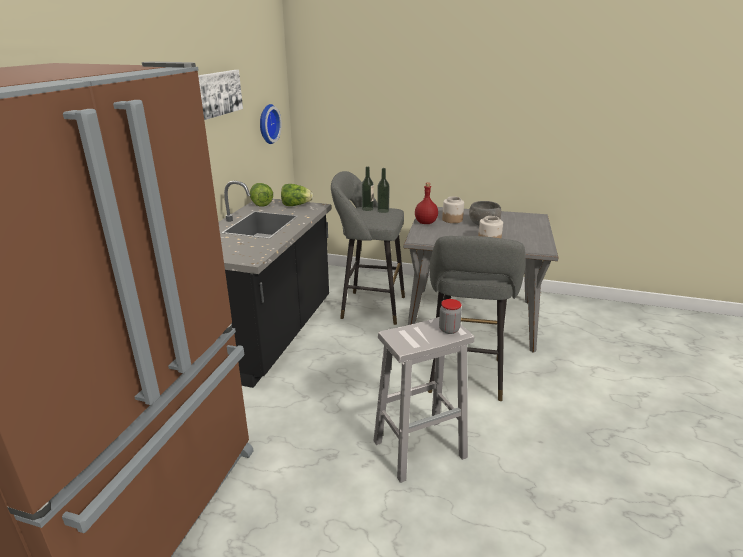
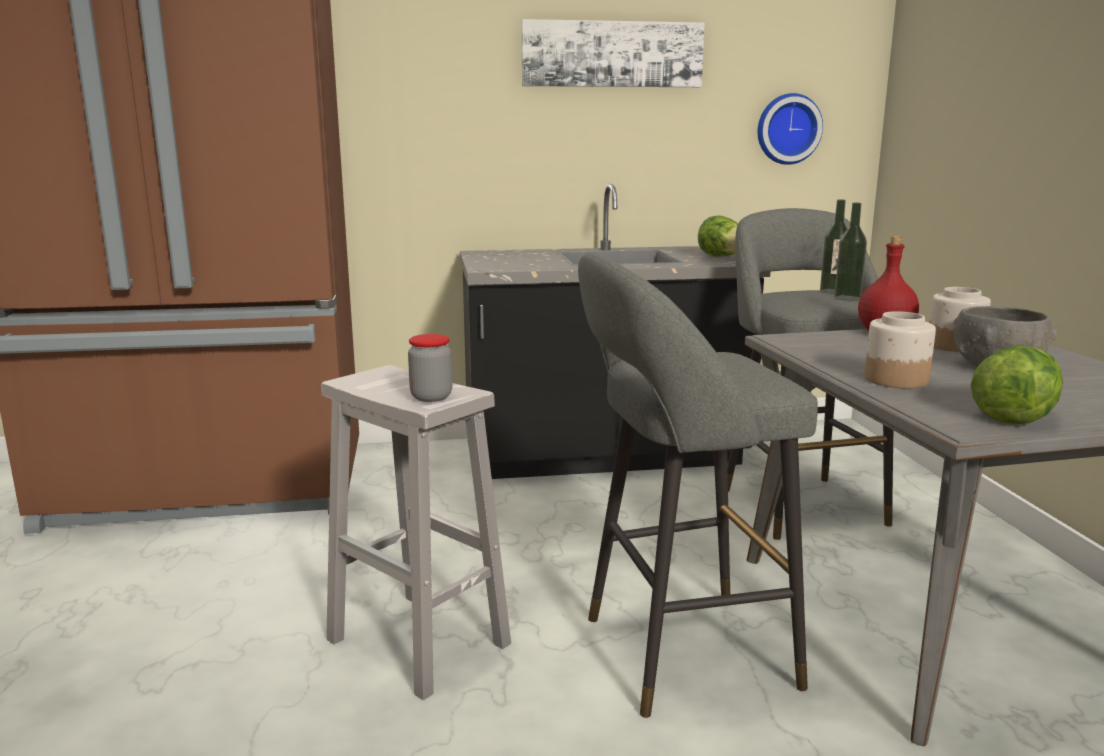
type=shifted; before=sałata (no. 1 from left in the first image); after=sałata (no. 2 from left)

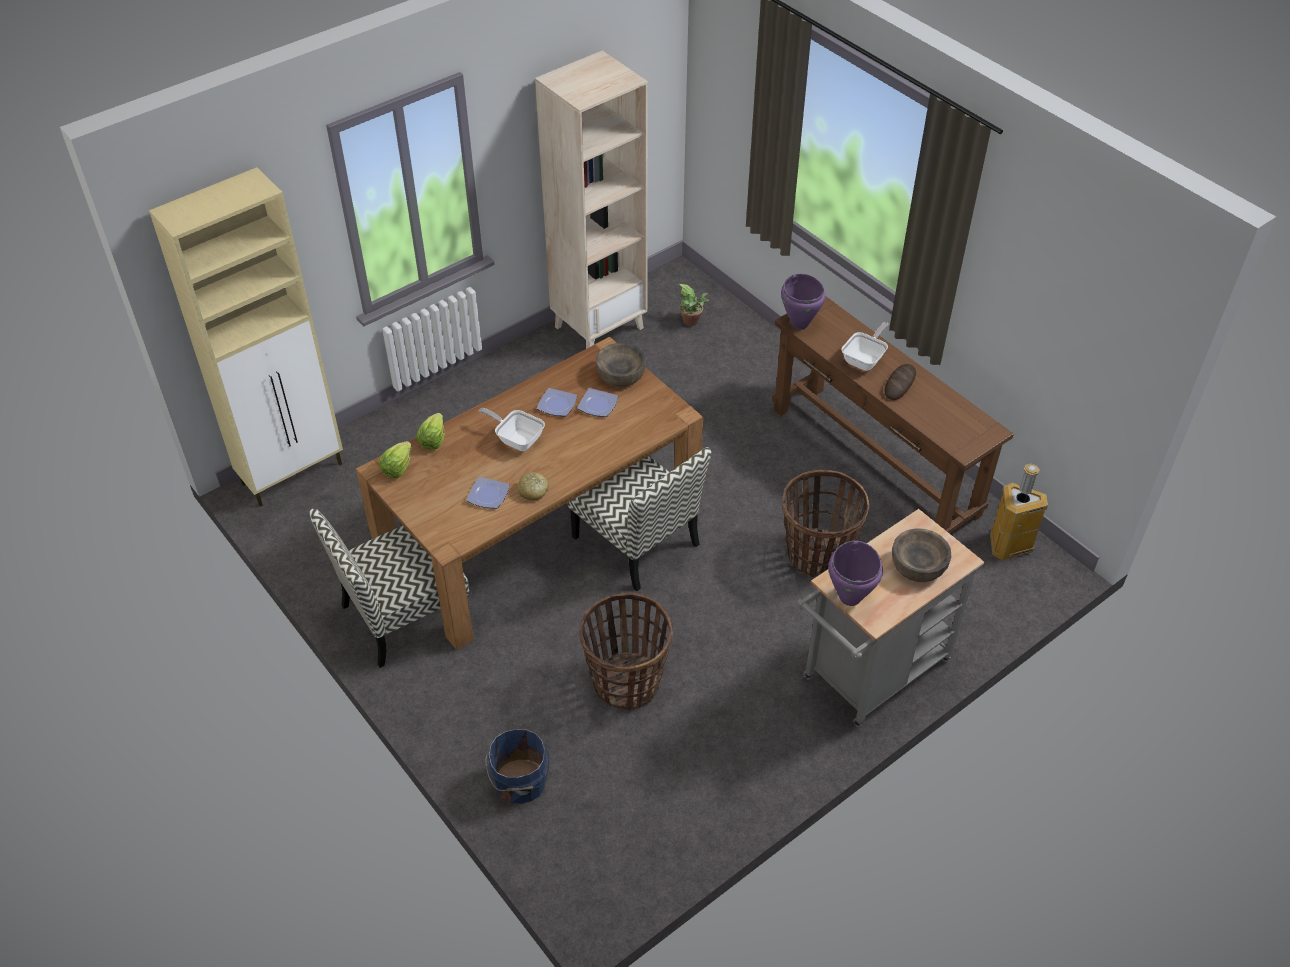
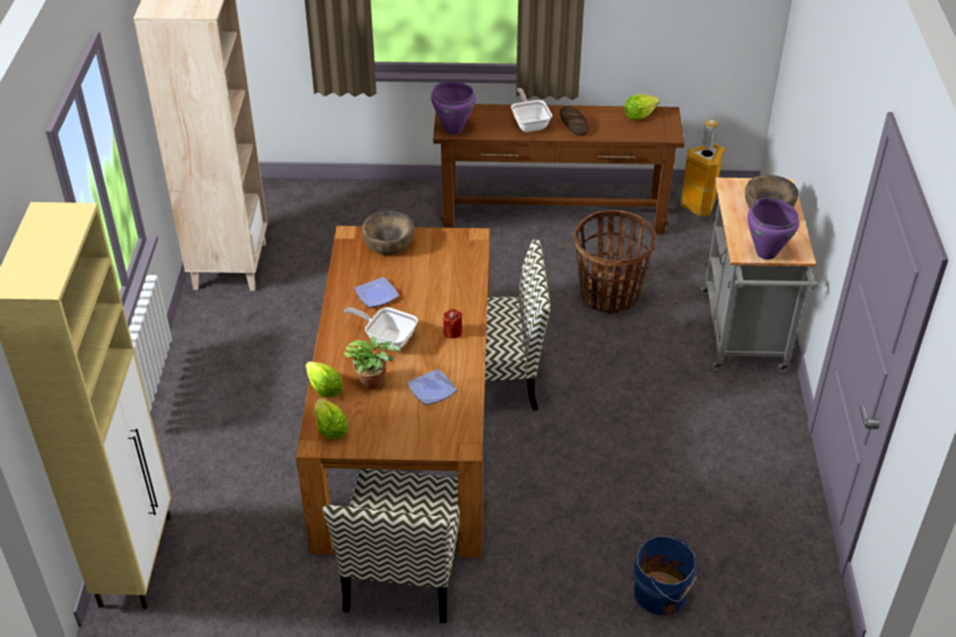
type=rotated; before=patelnia (no. 1 from left); turn=45
type=shifted; before=roślina doniczkowa
type=new; after=świeca [czerwony]
type=new; after=sałata (no. 3 from left)
type=gone; before=chleb (no. 1 from left)
type=gone; before=talerz (no. 3 from left)
type=gone; before=koszyk (no. 1 from left)

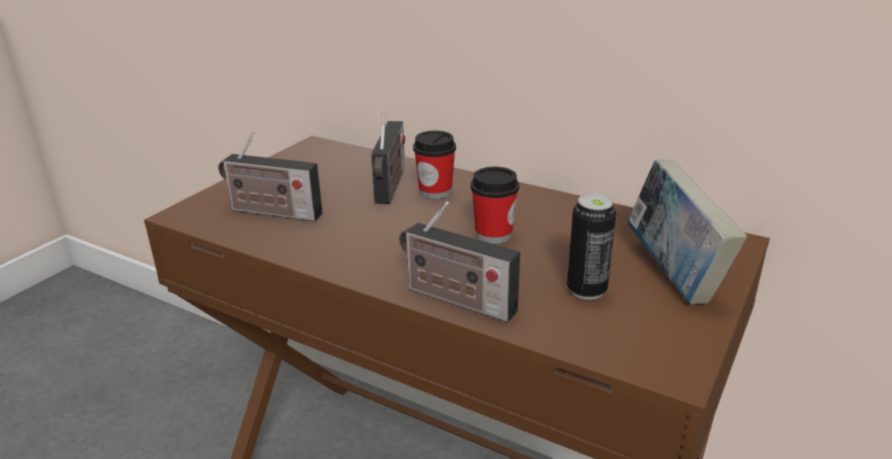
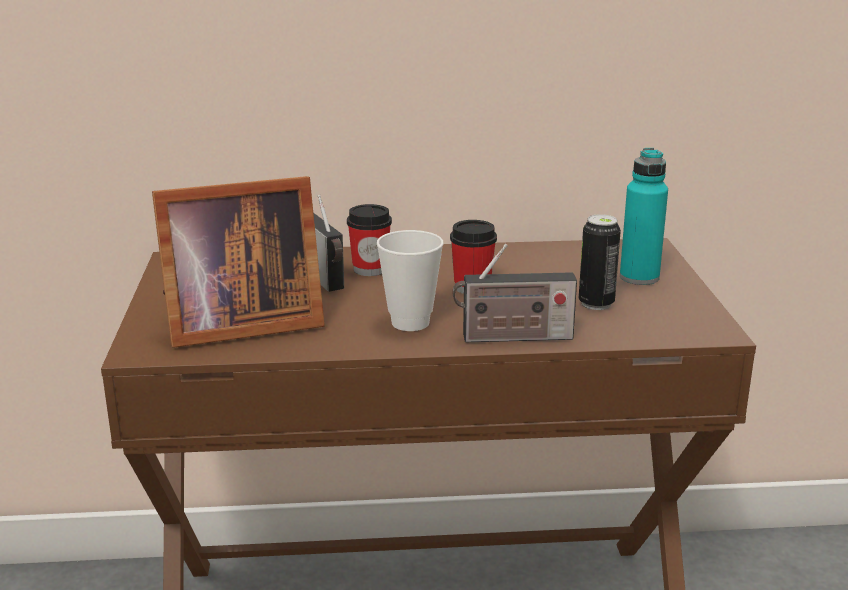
type=swapped; before=radio (no. 1 from left); after=ramka na zdjęcie
type=new; after=filiżanka (no. 2 from left)
type=swapped; before=książka; after=butelka [turkusowy]

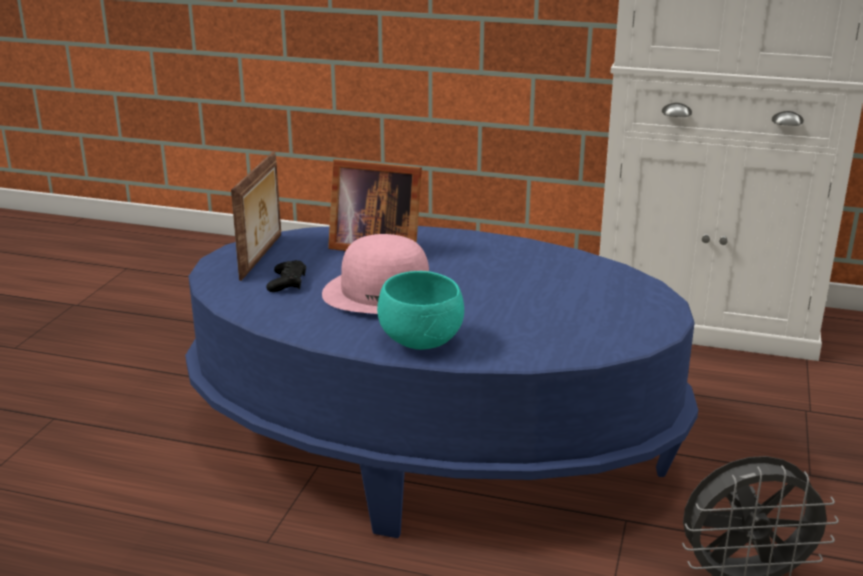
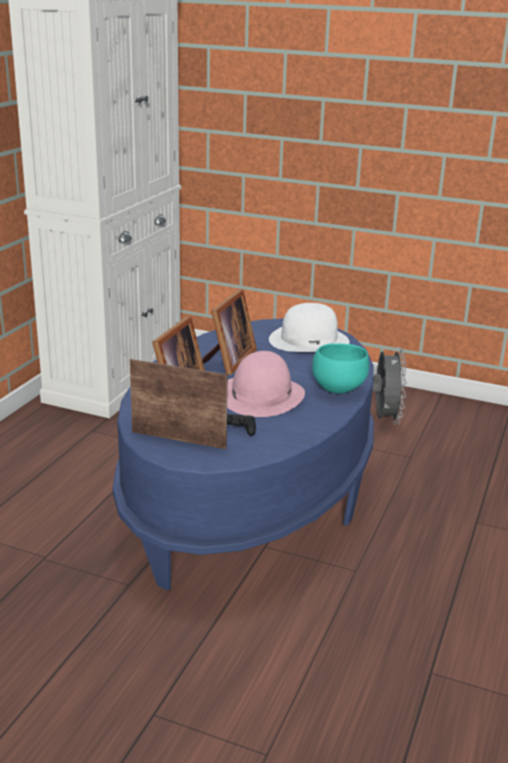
type=new; after=ramka na zdjęcie (no. 3 from left)
type=new; after=kapelusz [biały]

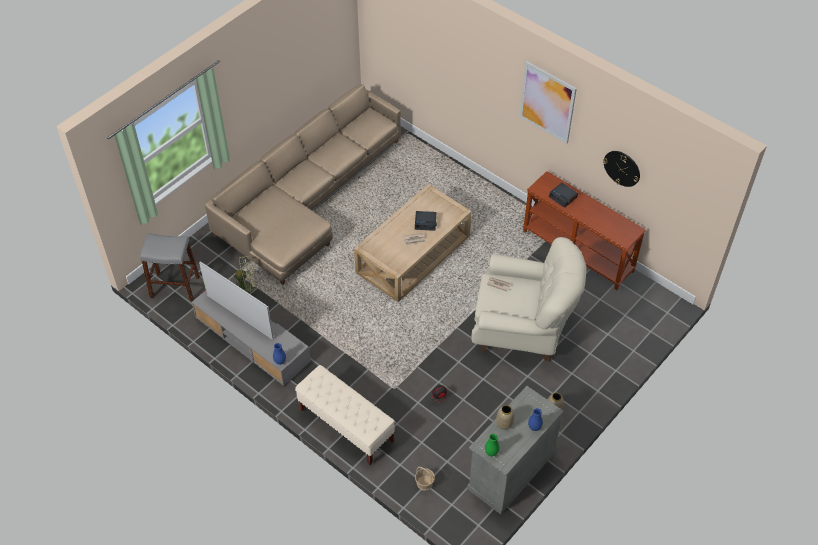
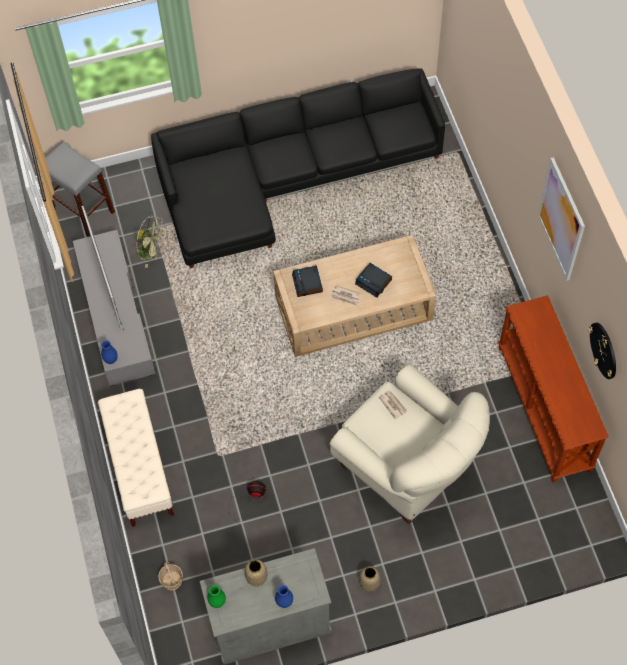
type=repainted; before=kanapa [beżowy]; after=kanapa [czarny]
type=shifted; before=budzik (no. 2 from left in the first image); after=budzik (no. 1 from left)

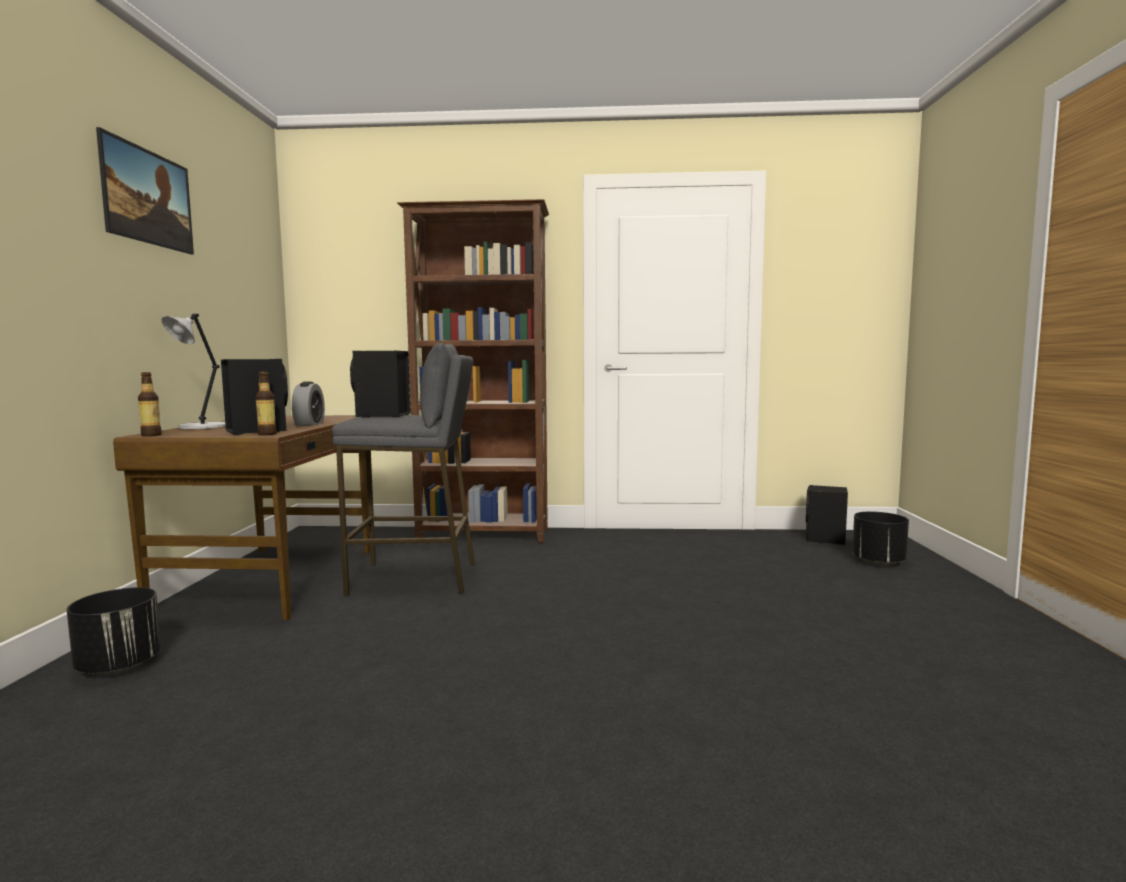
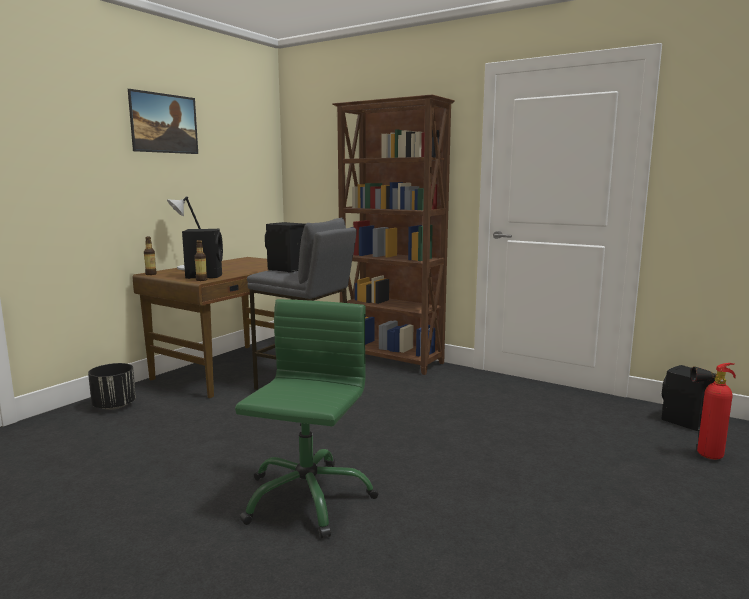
type=new; after=krzesło biurowe [zielony]
type=swapped; before=donica [czarny] (no. 2 from left); after=gaśnica
type=gone; before=budzik

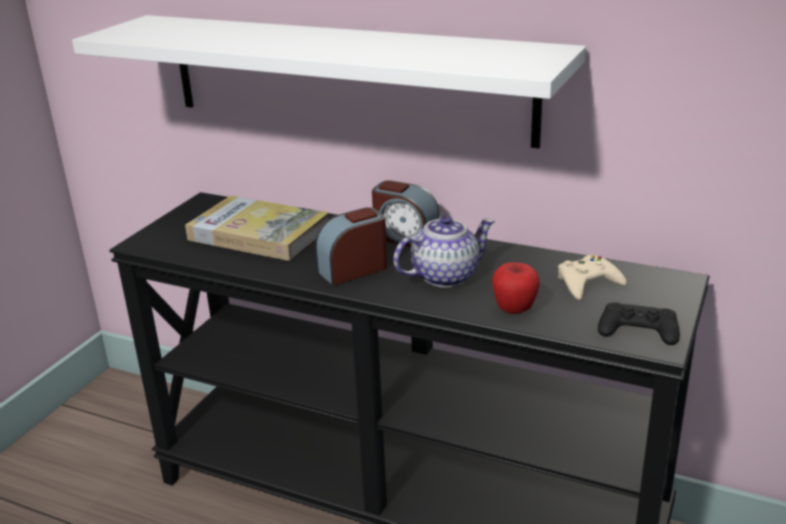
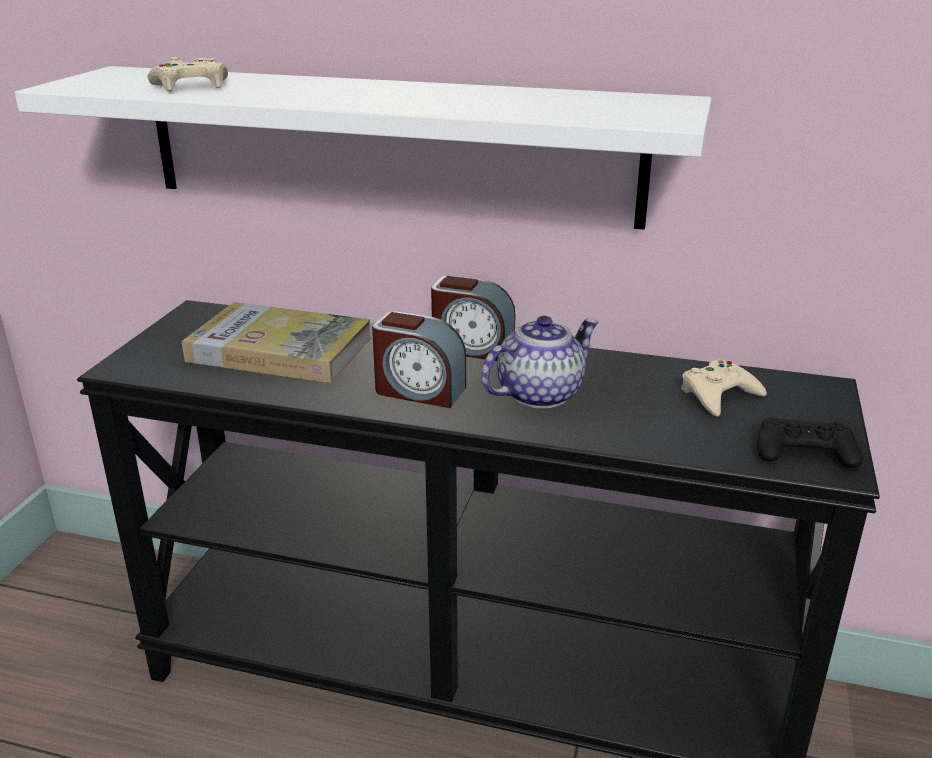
type=new; after=pad do gier [beżowy] (no. 1 from left)
type=rotated; before=budzik (no. 1 from left); turn=-120
type=gone; before=jabłko

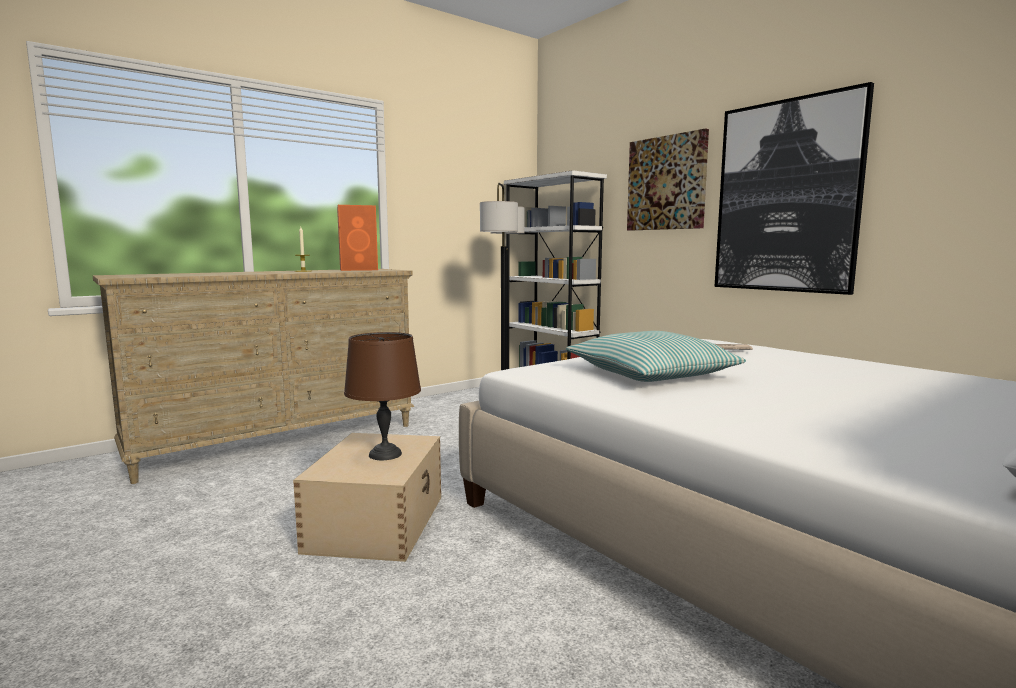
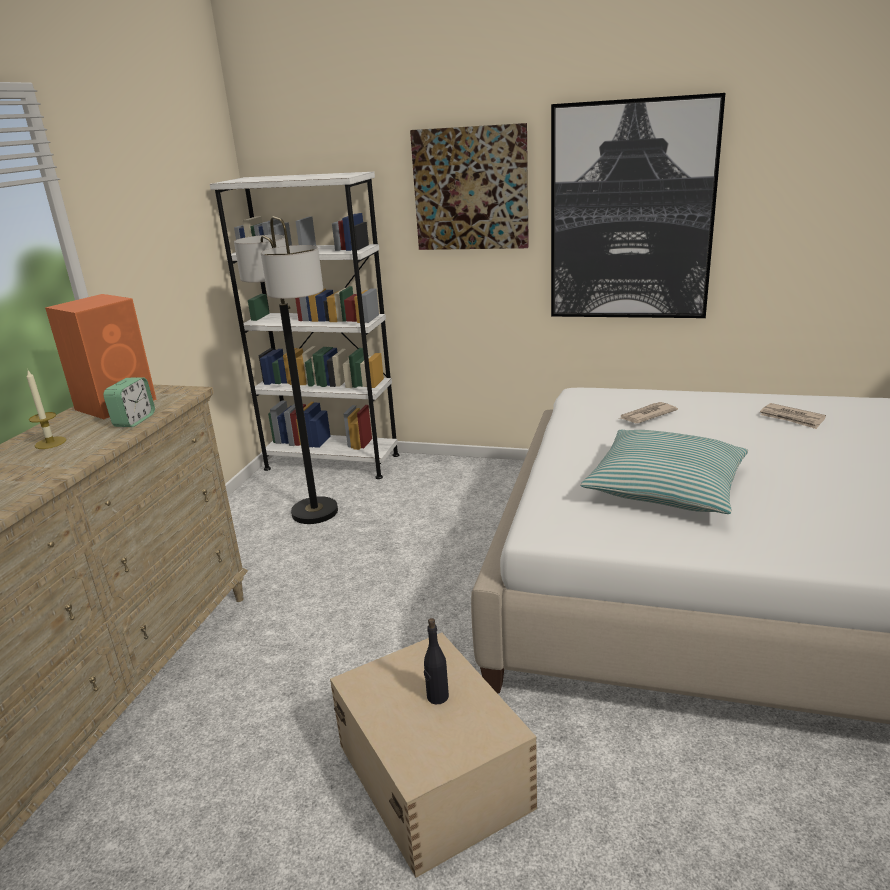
type=new; after=budzik
type=swapped; before=lampa stołowa [brązowy]; after=butelka [czarny]
type=new; after=gazeta (no. 2 from left)

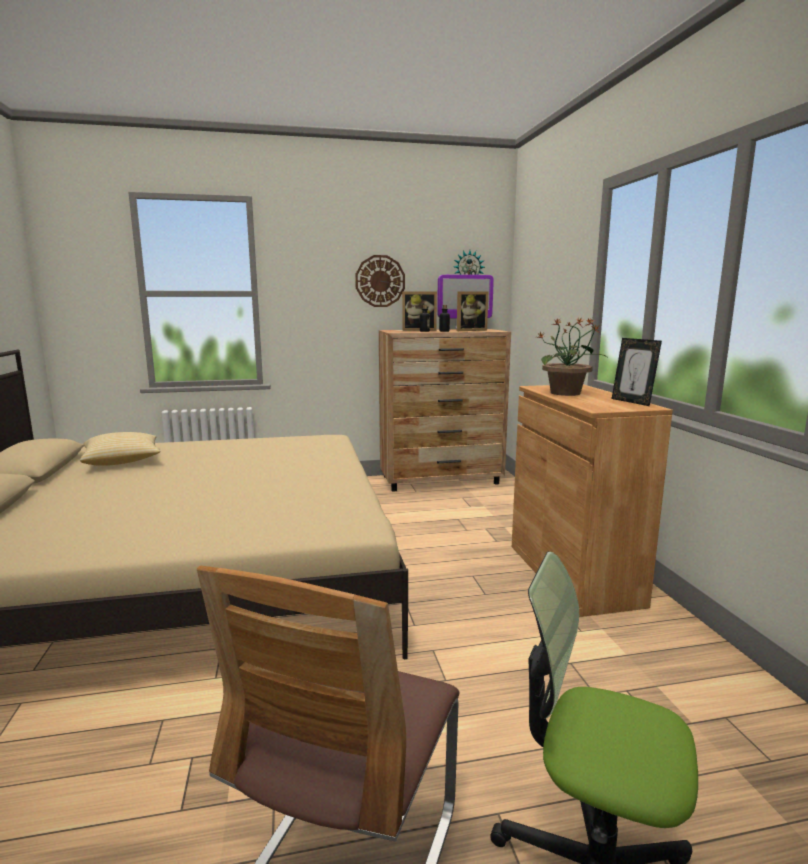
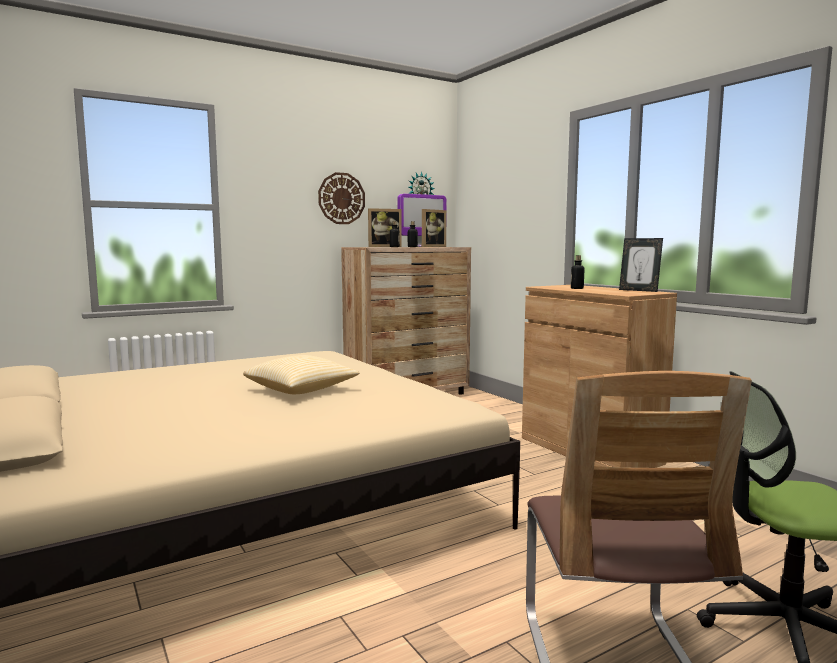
type=shifted; before=poduszka
type=swapped; before=roślina doniczkowa; after=butelka (no. 3 from left)

